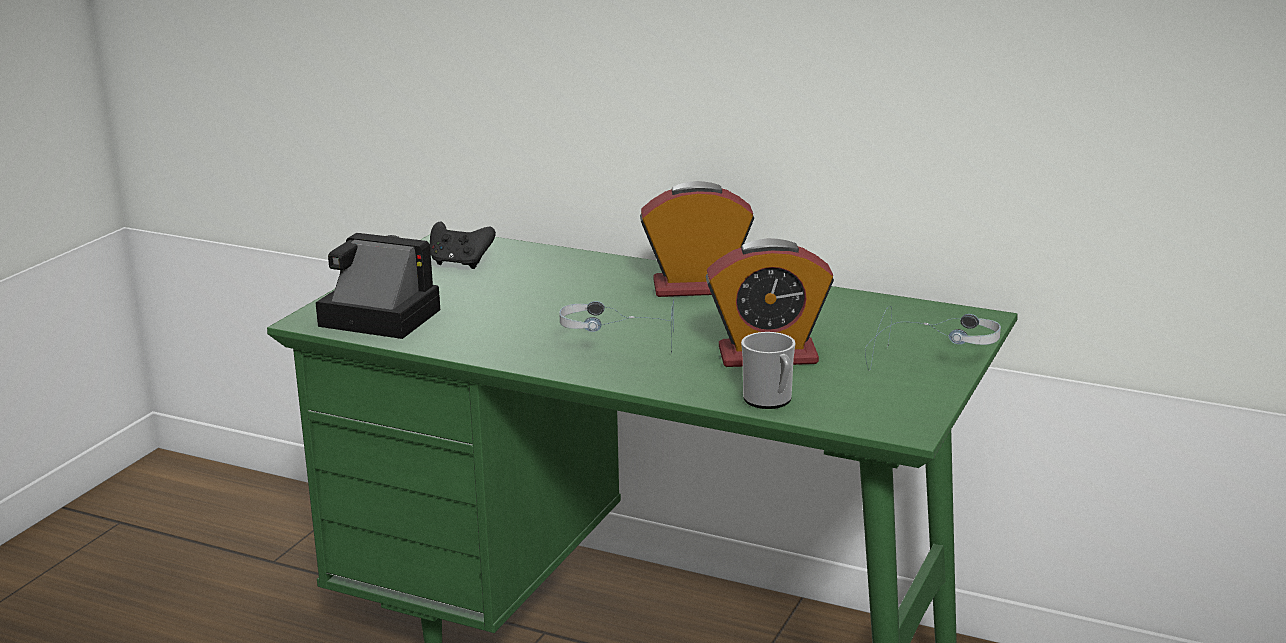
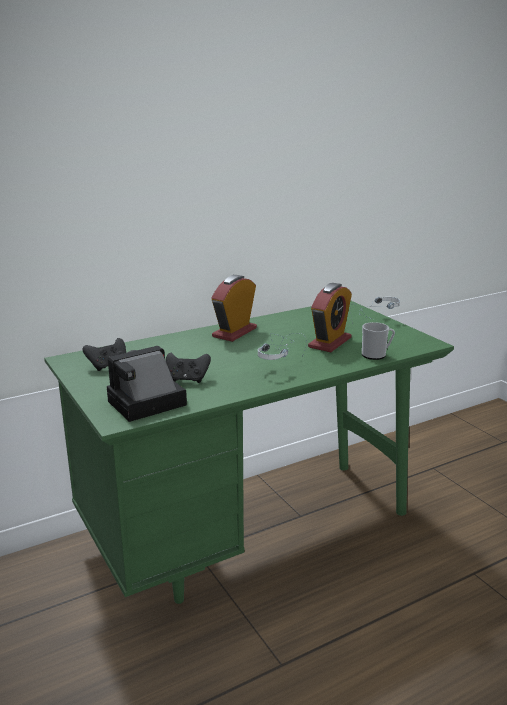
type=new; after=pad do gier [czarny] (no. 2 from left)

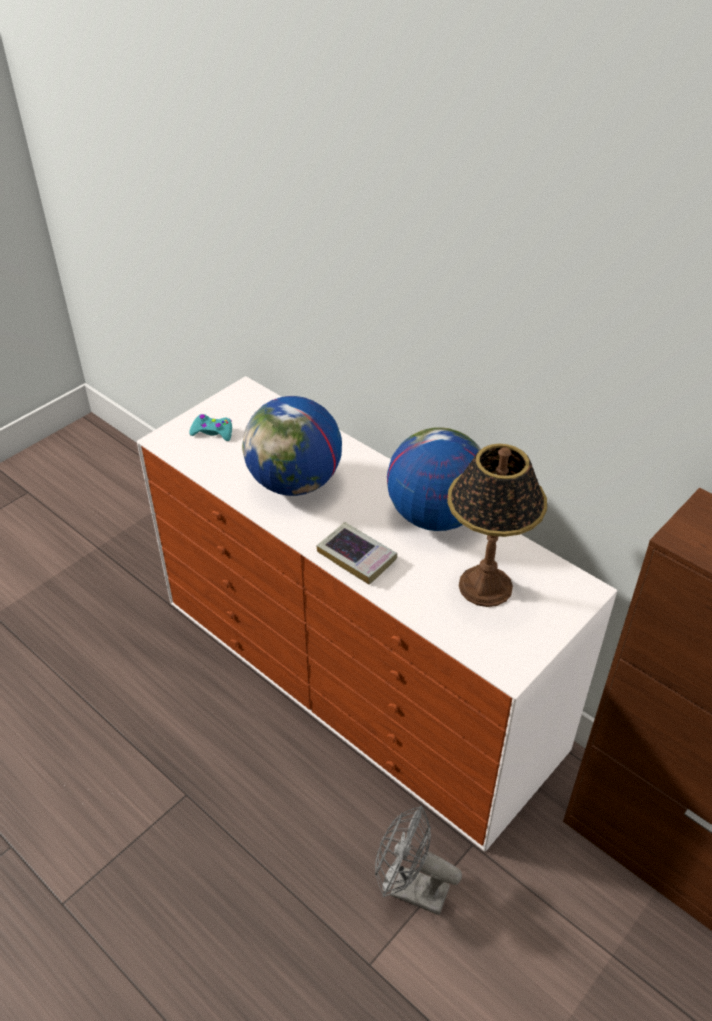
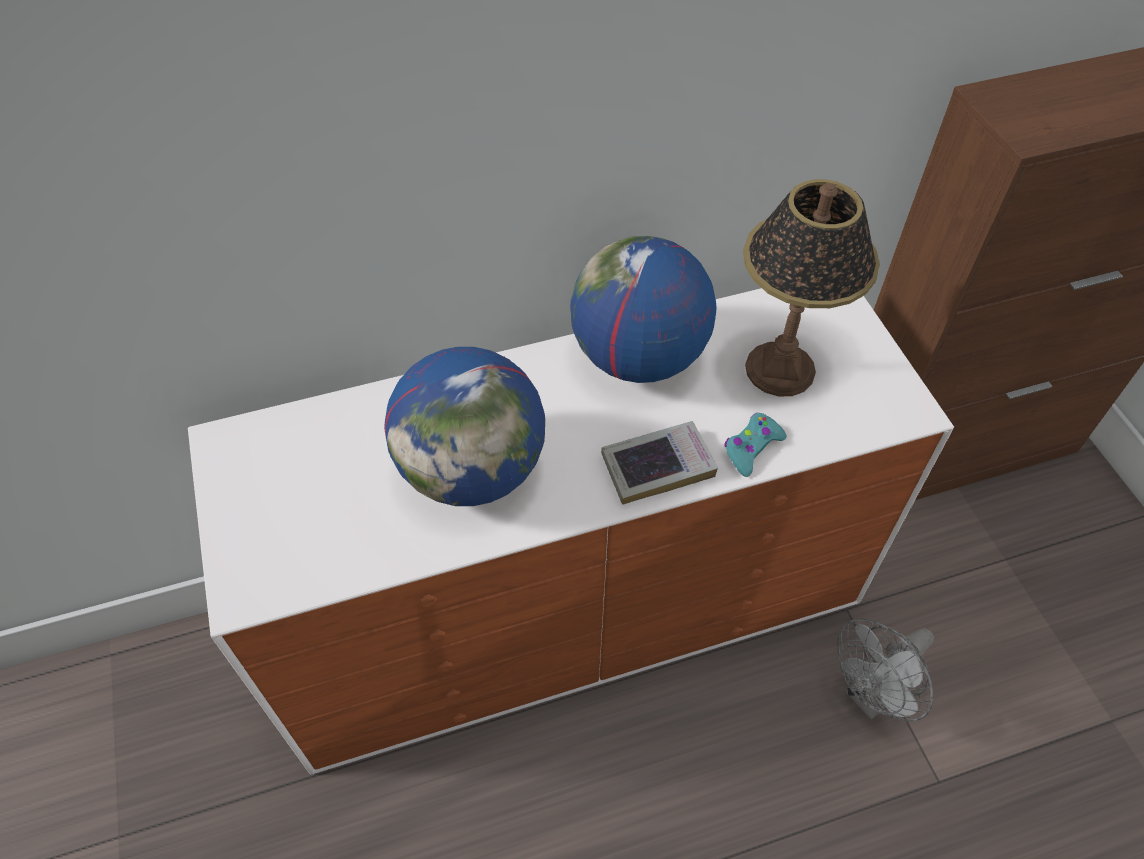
type=shifted; before=pad do gier [turkusowy]

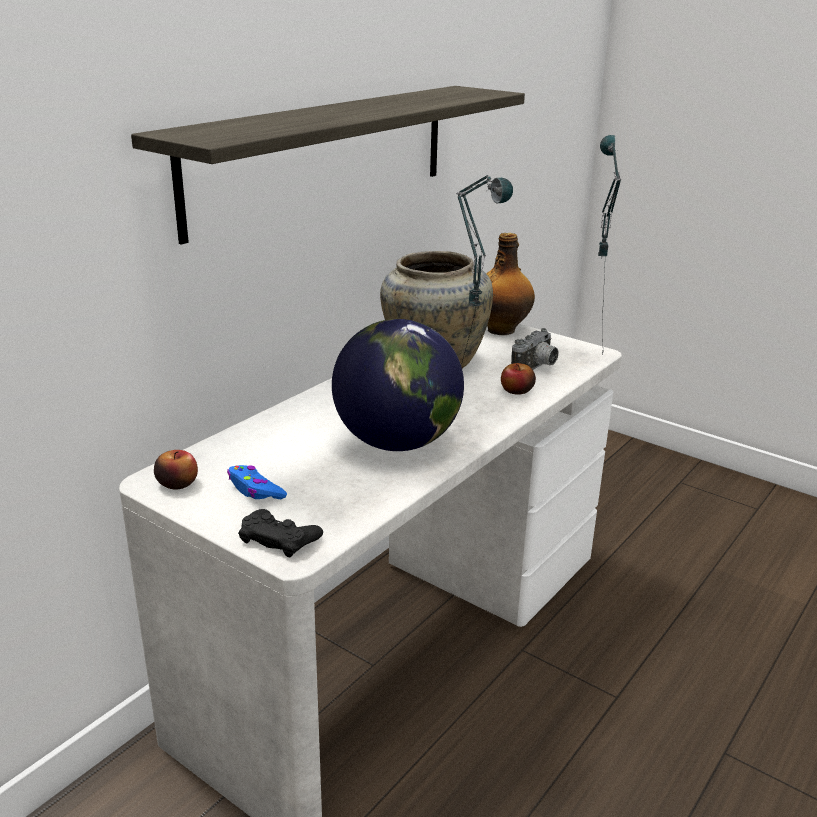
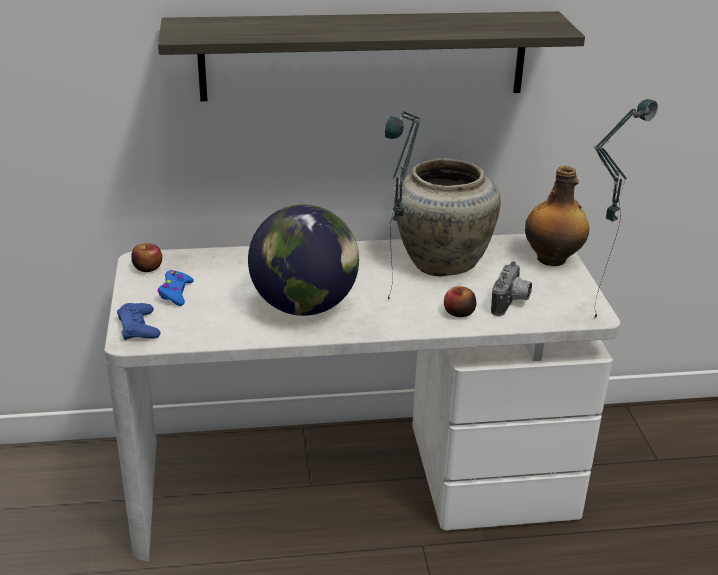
type=repainted; before=pad do gier [czarny]; after=pad do gier [niebieski] (no. 1 from left)
type=rotated; before=aparat fotograficzny; turn=-60

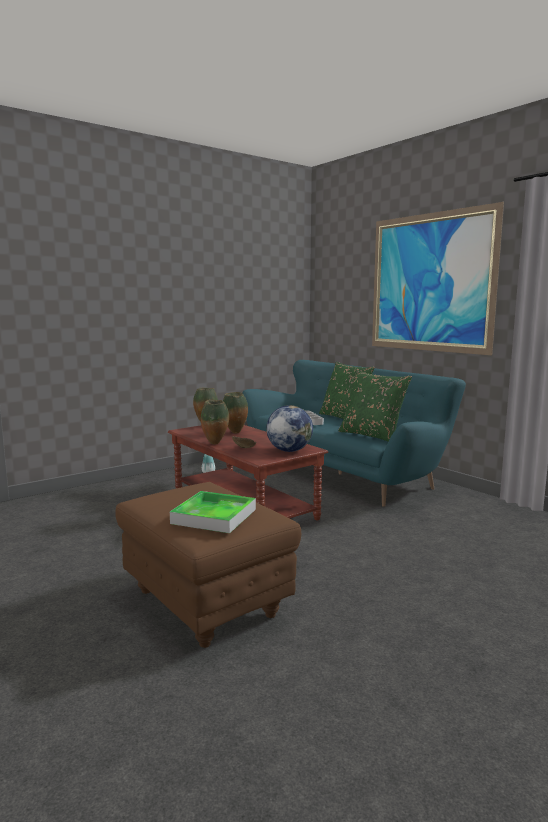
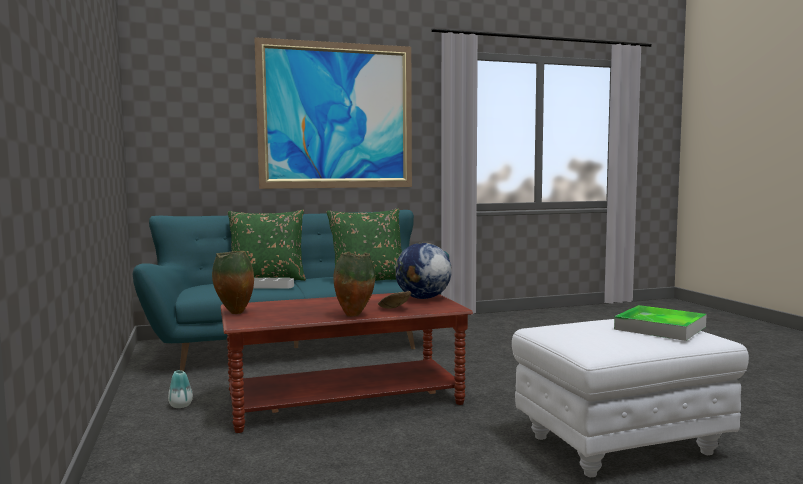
type=repainted; before=pufa [brązowy]; after=pufa [biały]
type=gone; before=wazon (no. 4 from left)

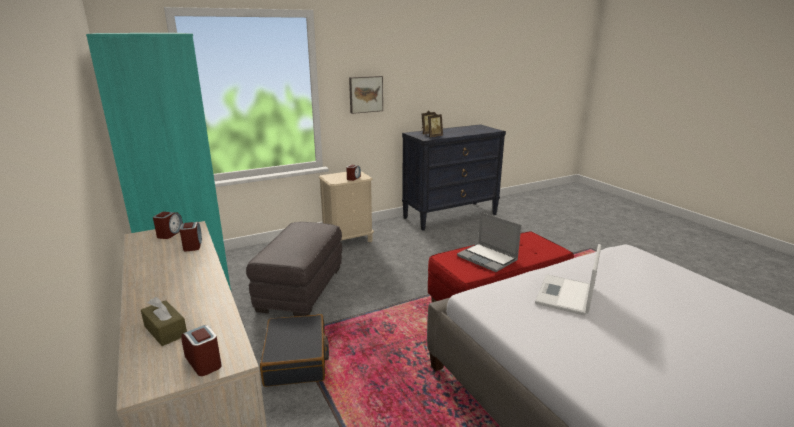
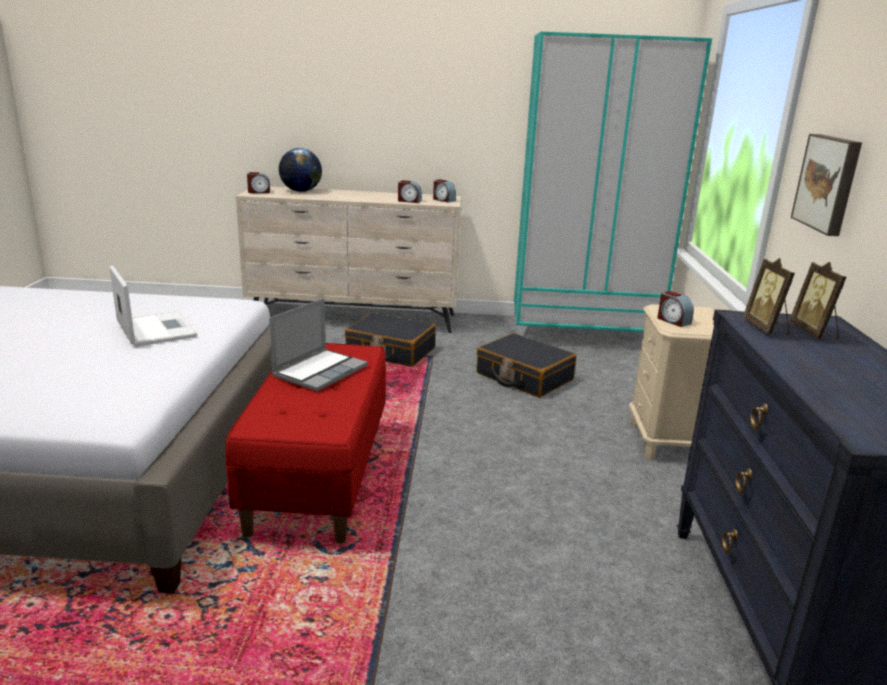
type=rotated; before=laptop (no. 1 from left in the first image); turn=135
type=swapped; before=pudełko chusteczek [brązowy]; after=globus
type=swapped; before=pufa [szary]; after=walizka [czarny] (no. 2 from left)

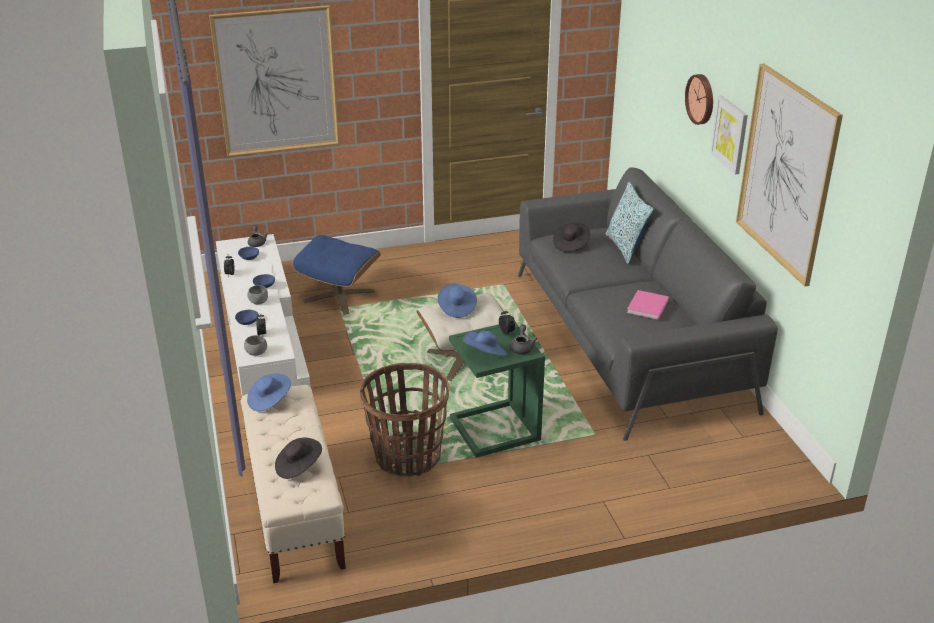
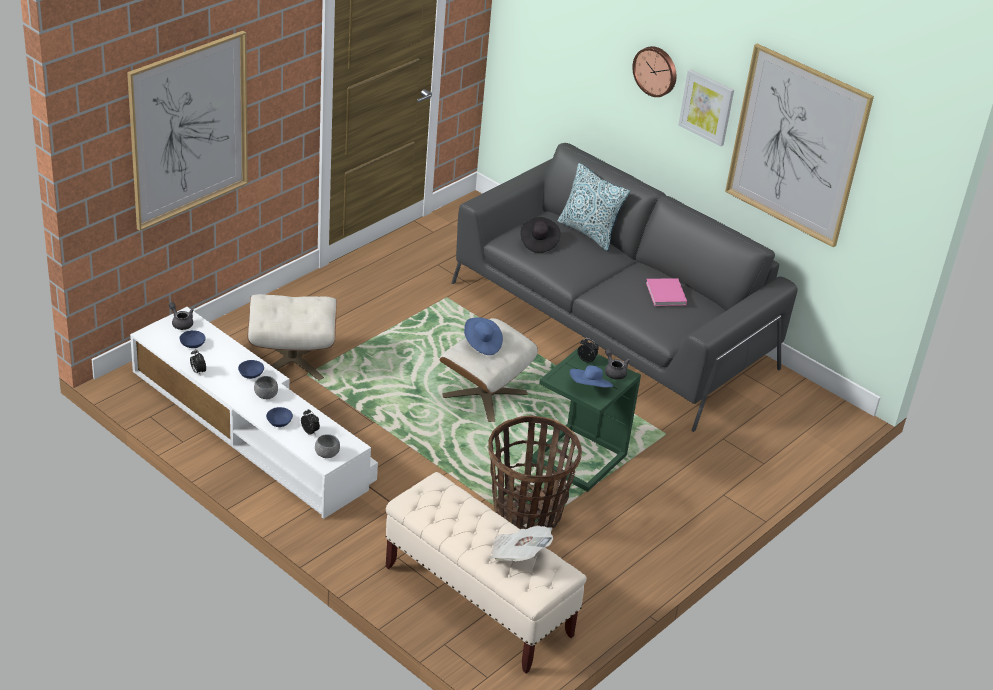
type=repainted; before=pufa [niebieski]; after=pufa [beżowy] (no. 1 from left)
type=swapped; before=kapelusz [czarny] (no. 1 from left); after=gazeta
type=gone; before=kapelusz [niebieski] (no. 1 from left)

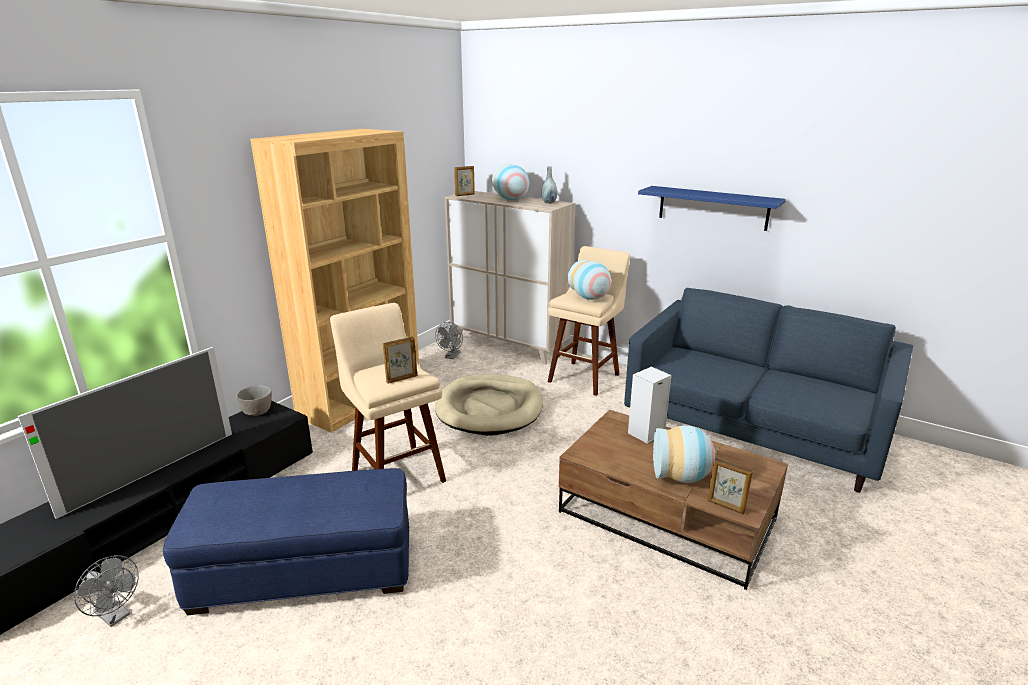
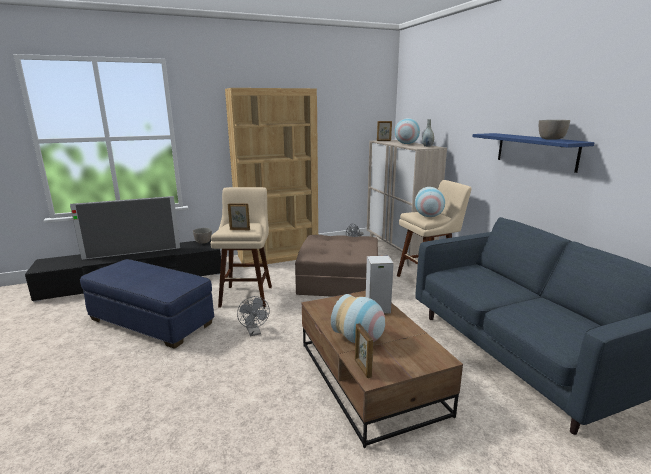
type=shifted; before=wentylator [szary] (no. 1 from left)
type=swapped; before=legowisko [beżowy]; after=pufa [brązowy]
type=new; after=miska [szary] (no. 2 from left)

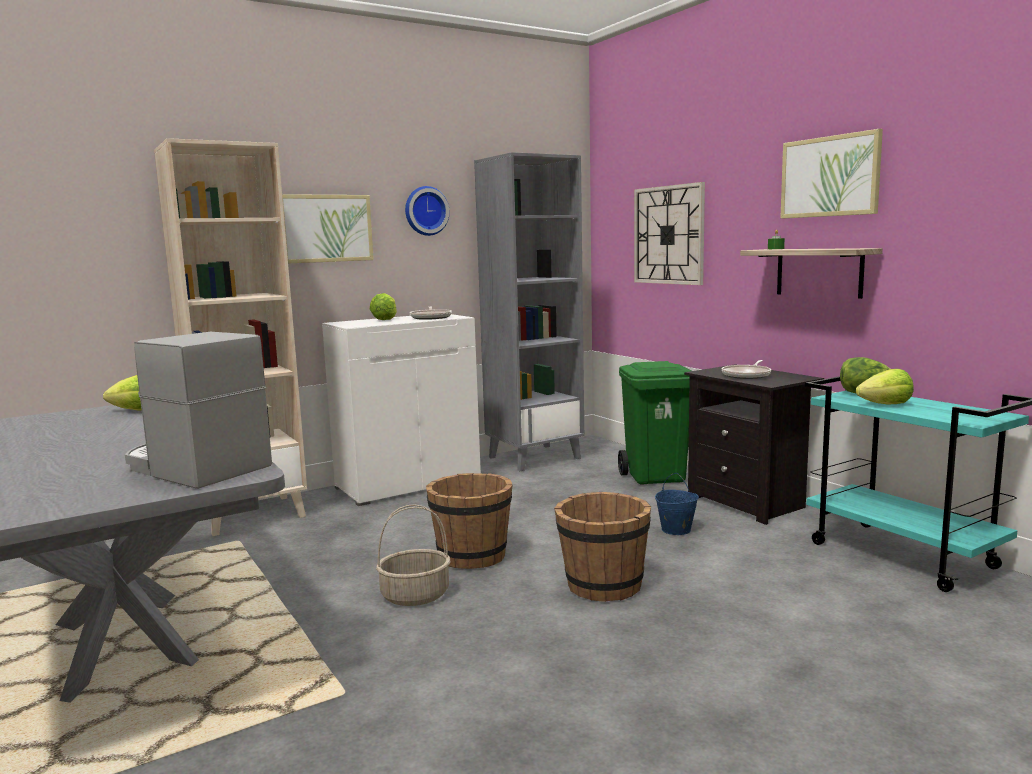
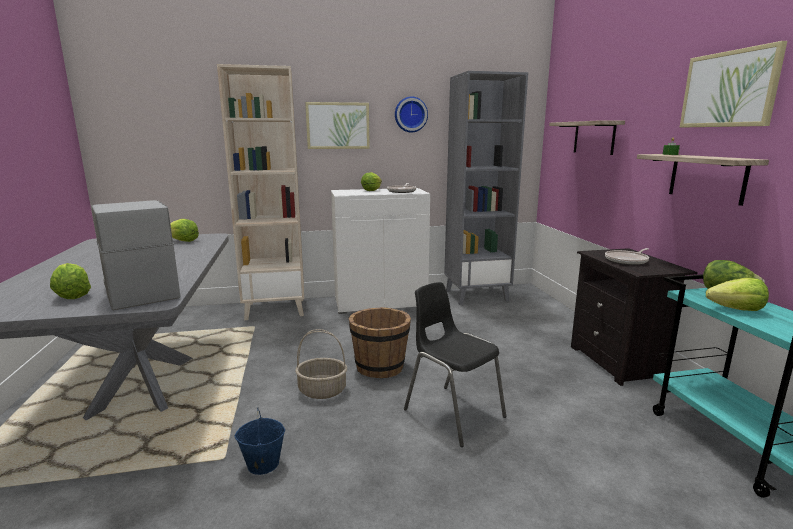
type=new; after=sałata (no. 1 from left)
type=shifted; before=wiadro [niebieski]
type=swapped; before=wiadro [brązowy] (no. 2 from left); after=krzesło [czarny]
type=swapped; before=zegar ścienny (no. 2 from left); after=półka (no. 1 from left)
type=gone; before=kosz na śmieci [zielony]

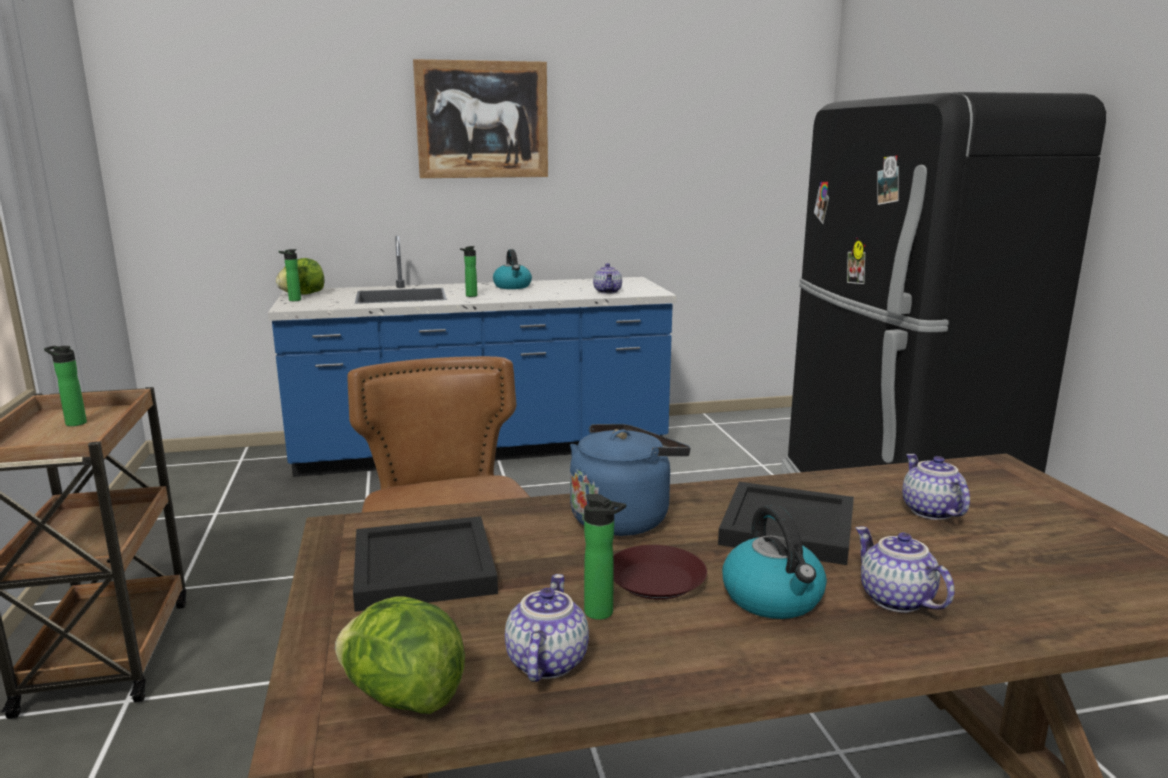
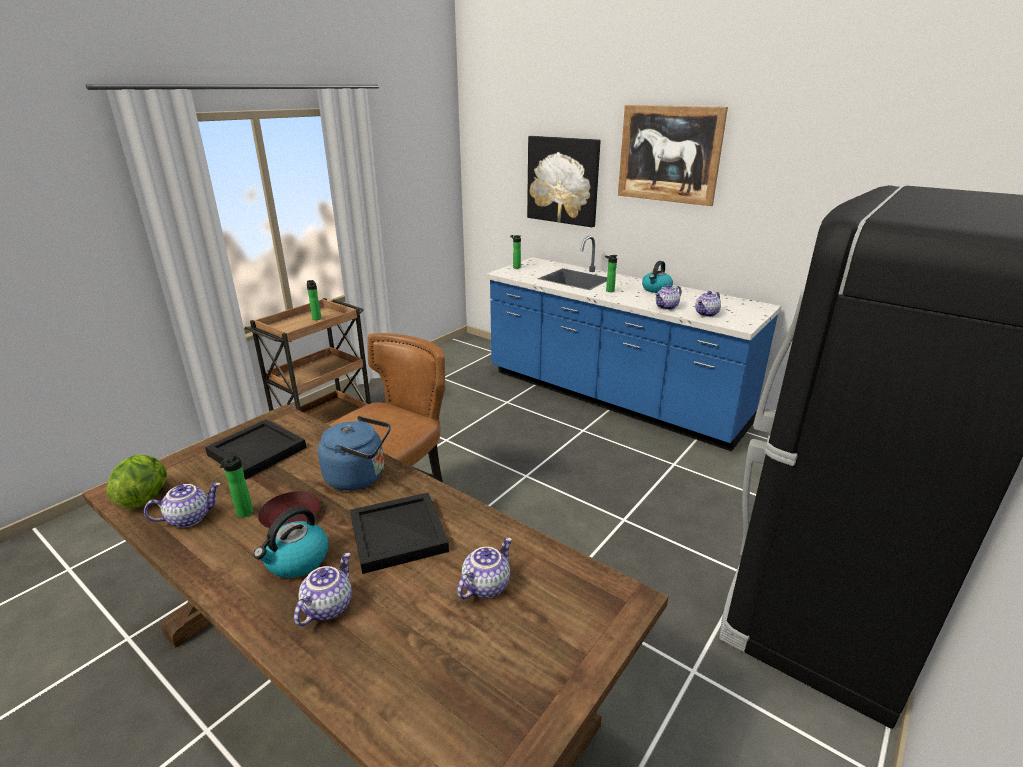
type=new; after=obraz (no. 1 from left)
type=new; after=imbryk (no. 4 from left)
type=gone; before=sałata (no. 1 from left)

